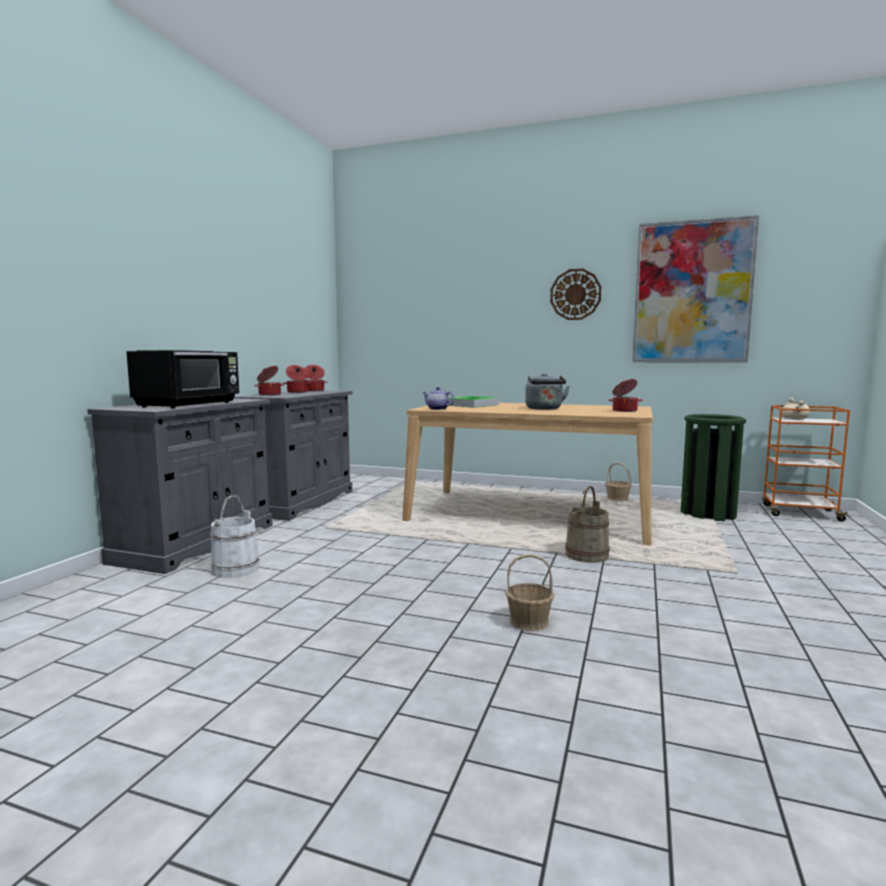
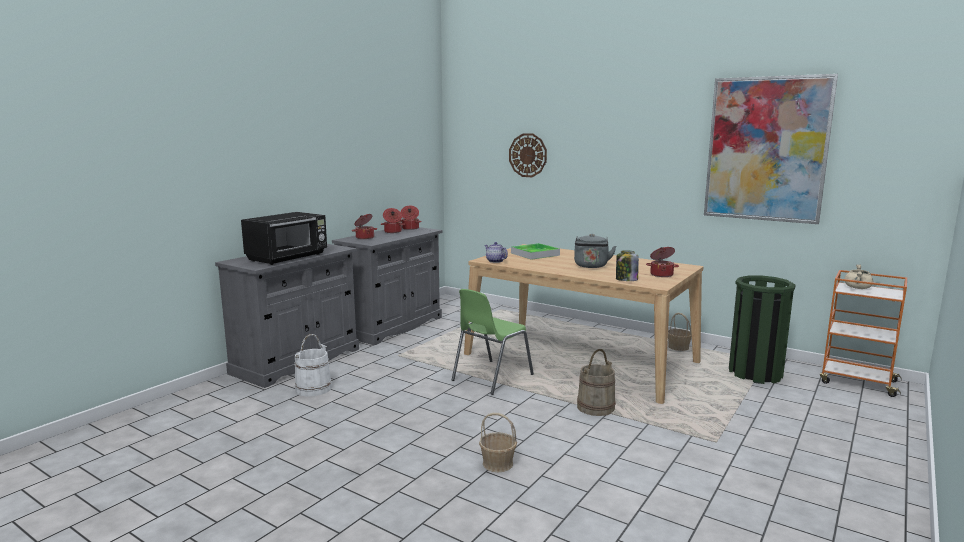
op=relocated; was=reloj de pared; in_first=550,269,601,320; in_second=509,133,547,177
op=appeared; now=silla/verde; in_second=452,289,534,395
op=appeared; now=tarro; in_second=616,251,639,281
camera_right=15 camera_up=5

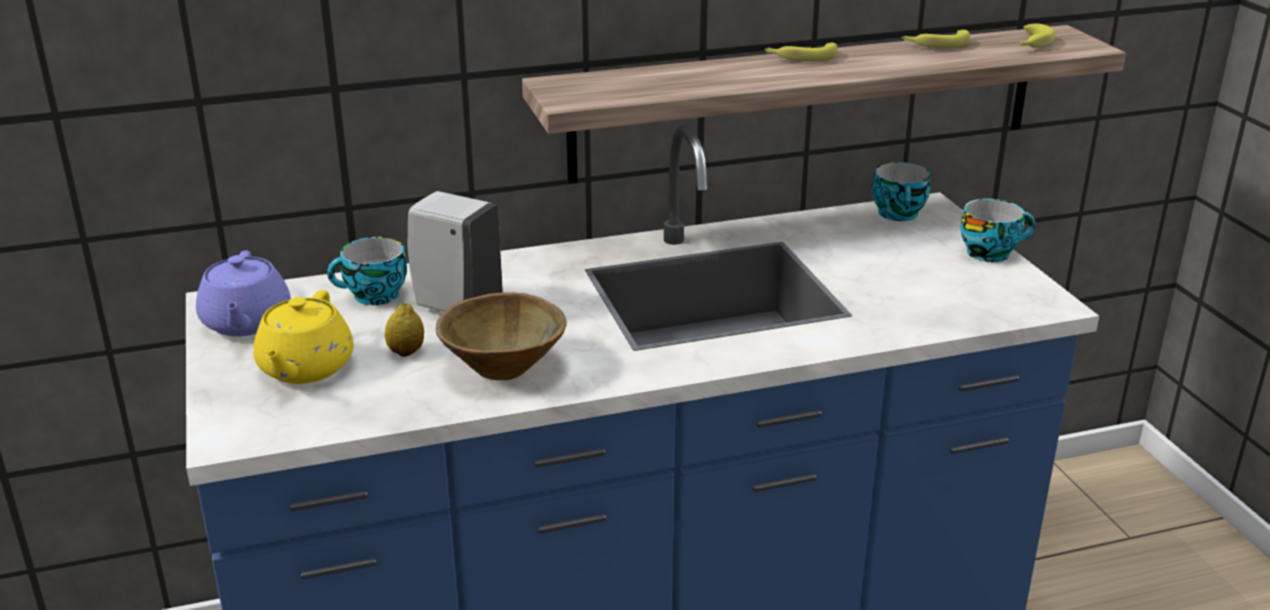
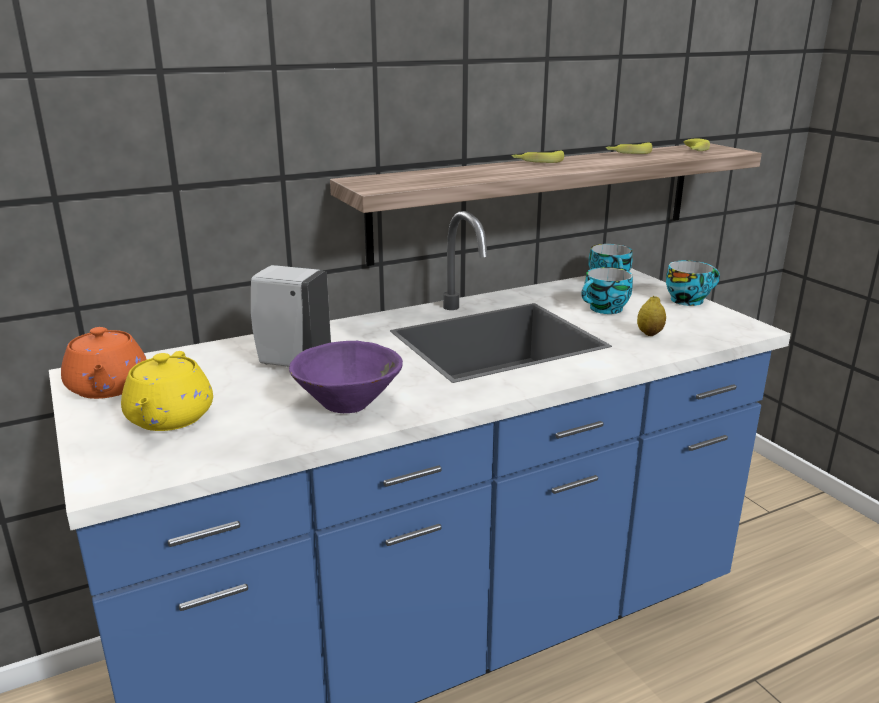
op=colour; was=tetera/morado; now=tetera/naranja; in_first=196,251,291,336; in_second=61,327,147,399
op=relocated; was=taza; in_first=327,237,407,305; in_second=581,267,633,314
op=relocated; was=limón; in_first=385,303,424,357; in_second=637,296,666,336
op=colour; was=cuenco/marrón; now=cuenco/morado; in_first=436,292,567,380; in_second=289,341,403,413
camera_right=-10 camera_up=-5

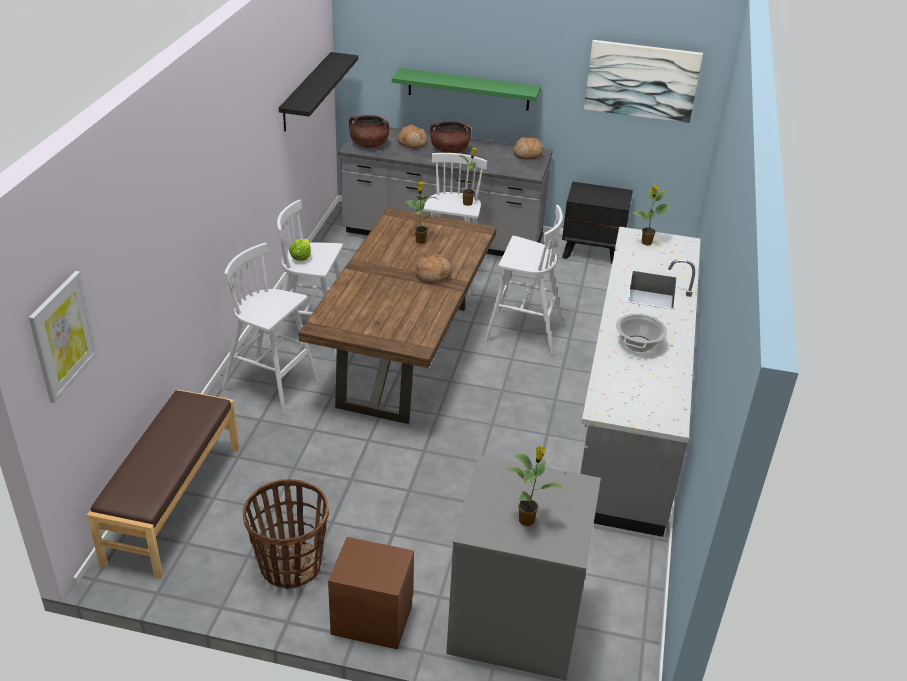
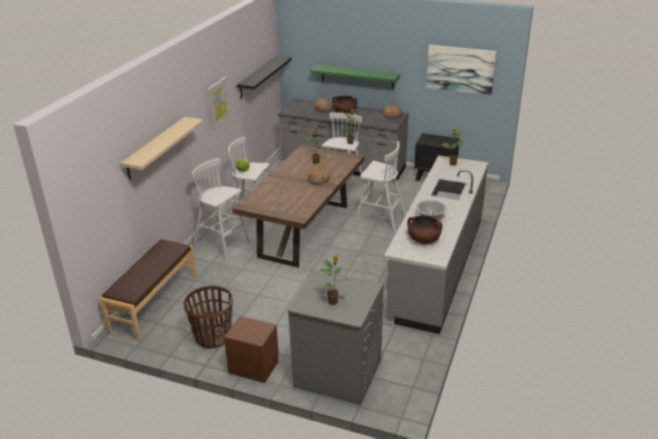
op=relocated; was=cuadro; in_first=29,271,98,403; in_second=207,77,230,130
op=relocated; was=olla/marrón; in_first=349,115,389,148; in_second=407,215,443,244
op=appeared; now=estante/beis; in_second=121,117,203,180
camera_right=10 camera_up=-5

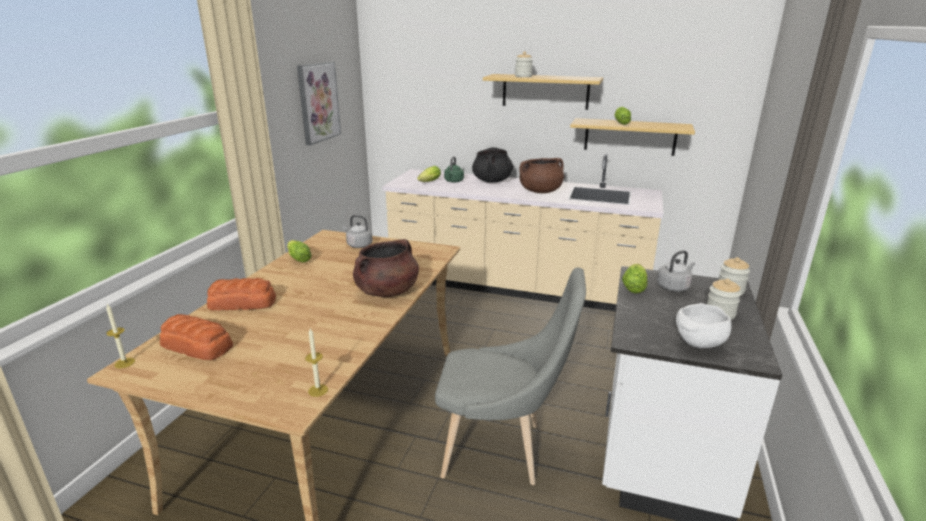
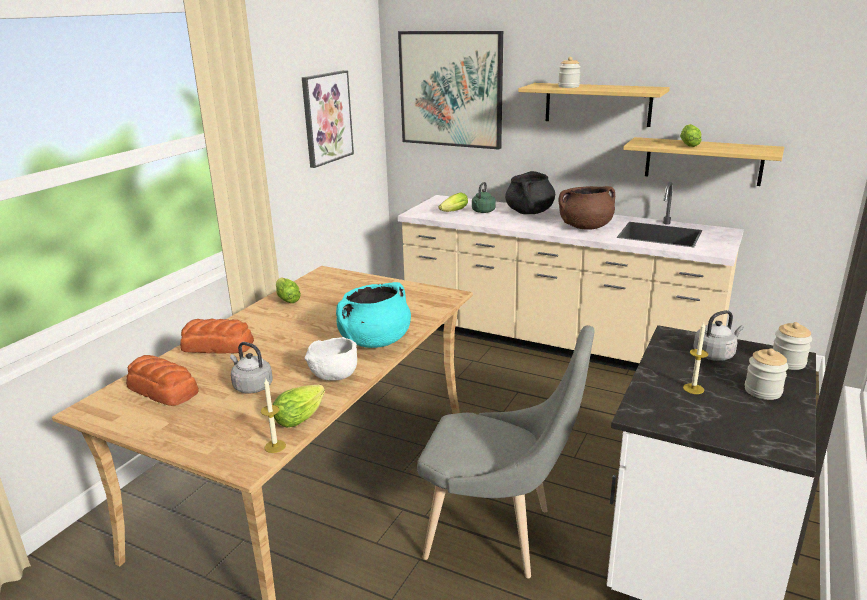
op=relocated; was=vela; in_first=106,304,135,368; in_second=683,322,708,394
op=relocated; was=hervidor/gris; in_first=343,215,373,248; in_second=230,342,273,394
op=colour; was=olla/marrón; now=olla/turquesa; in_first=353,239,419,297; in_second=336,282,411,348
op=relocated; was=lechuga; in_first=622,264,648,293; in_second=273,385,325,427
op=relocated; was=cuenco/blanco; in_first=676,303,731,348; in_second=305,337,357,381
op=appeared; now=cuadro; in_second=398,31,503,150
camera_right=10 camera_up=0

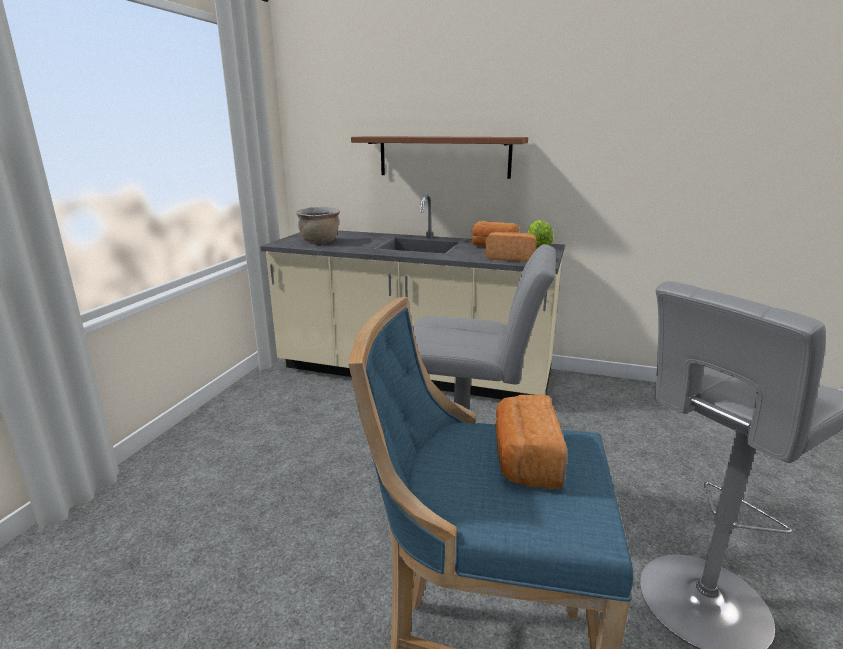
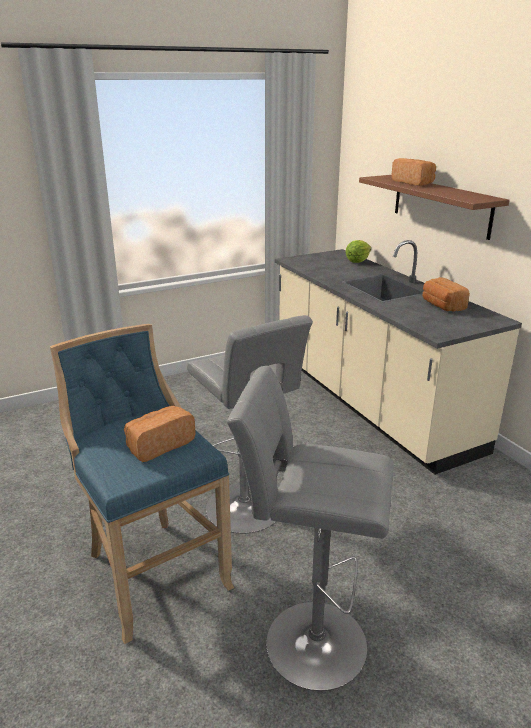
op=missing; was=olla/marrón; in_first=296,207,340,244
op=relocated; was=pan; in_first=485,232,537,262; in_second=391,158,436,186
op=relocated; was=lechuga; in_first=528,220,553,247; in_second=345,240,371,263
camera_right=45 camera_up=5

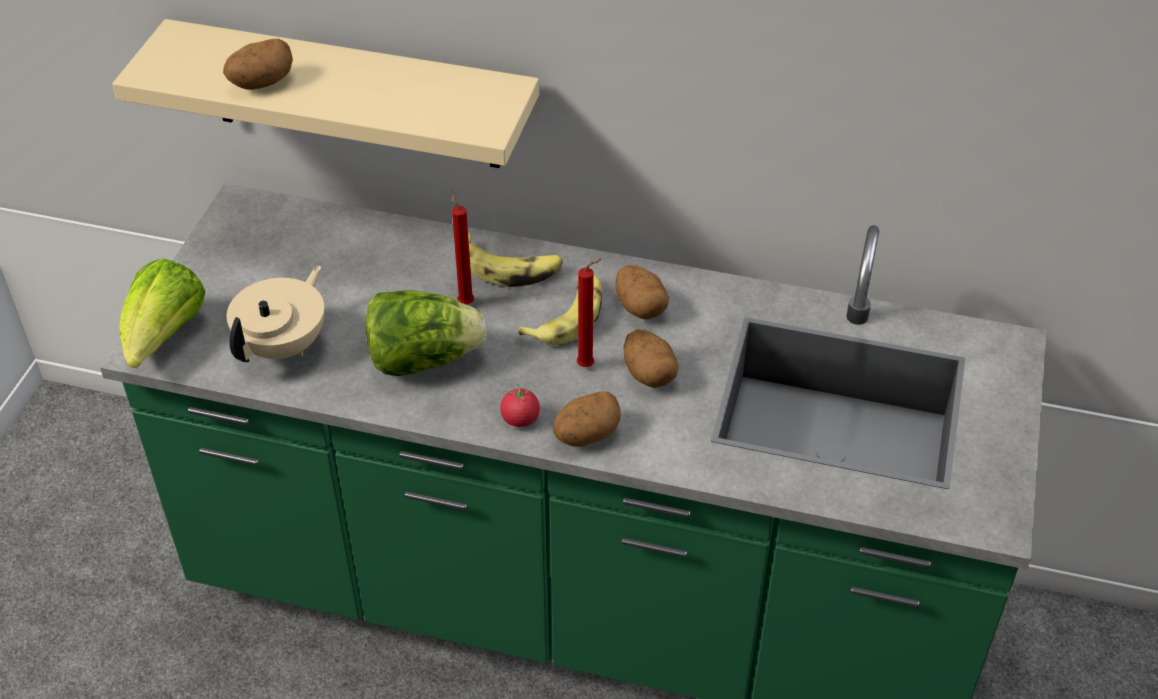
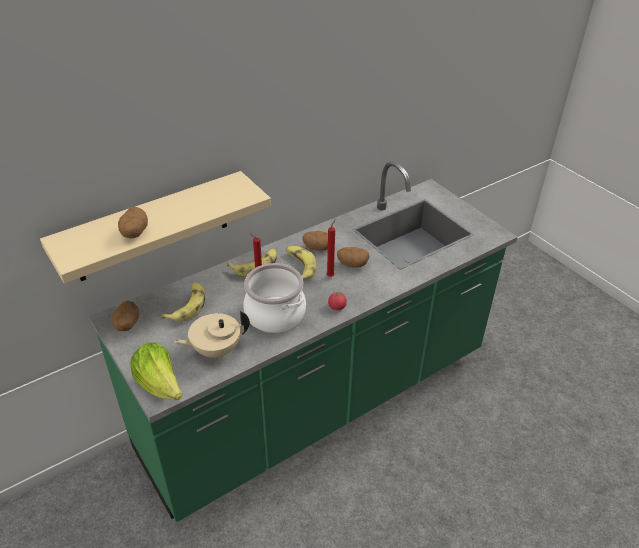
op=spun; was=tetera/beis; in_first=227,265,325,362; in_second=174,311,250,359; clockwise=-90
op=exchanged; was=lechuga; now=olla; in_first=366,290,487,376; in_second=243,263,306,333
op=relocated; was=patata; in_first=553,391,621,447; in_second=112,301,139,331
op=appeared; now=plátano; in_second=162,282,205,322
camera_right=-50 camera_up=-5

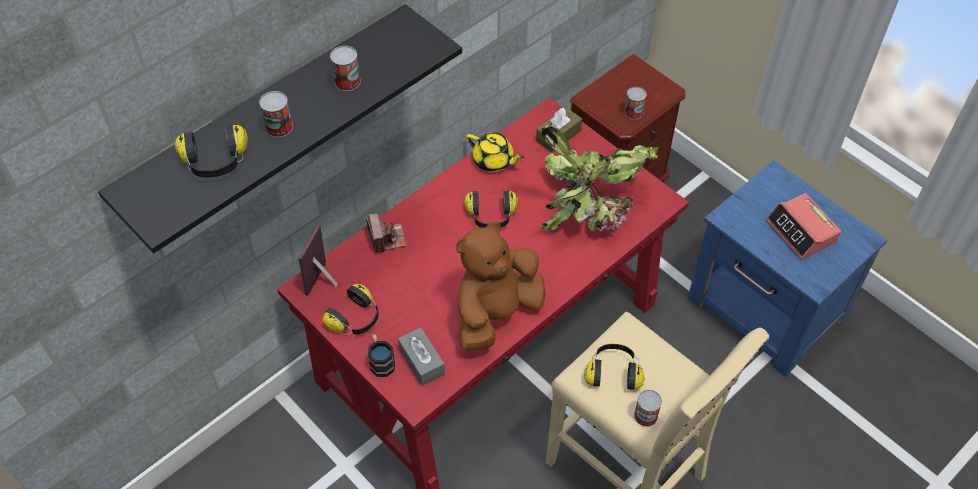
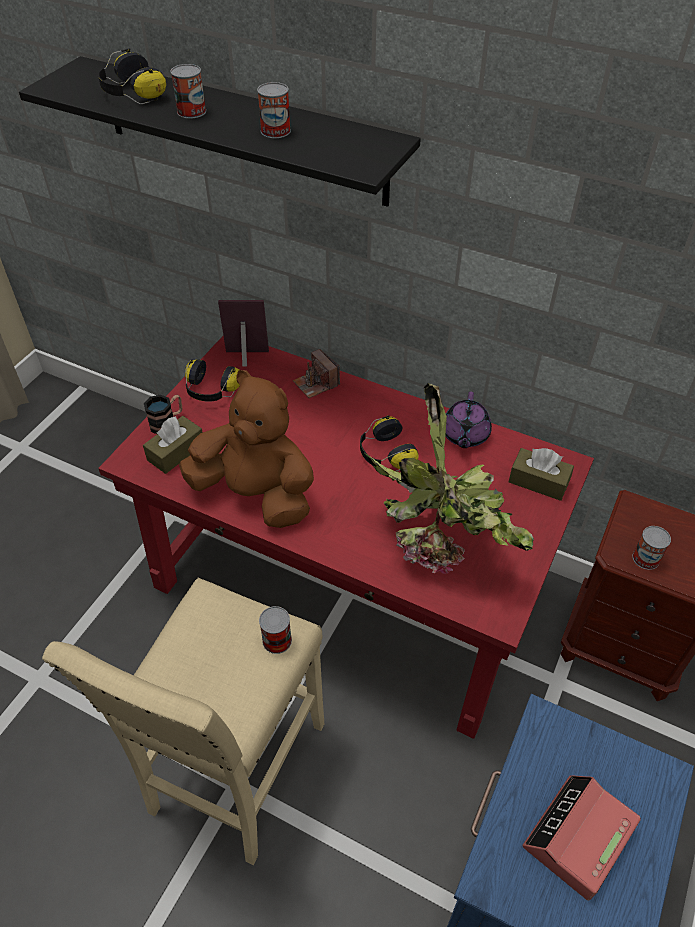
op=spun; was=cámara; in_first=366,213,406,254; in_second=293,349,340,398; clockwise=90
op=colour; was=caja de pañuelos/gris; now=caja de pañuelos/marrón; in_first=398,327,445,386; in_second=143,416,203,474
op=colour; was=tetera/amarillo; now=tetera/morado; in_first=466,132,524,172; in_second=445,392,492,448
op=missing; was=auriculares; in_first=584,344,645,390
op=relocated; was=lata; in_first=634,390,662,427; in_second=259,606,292,654
camera_right=70 camera_up=-5

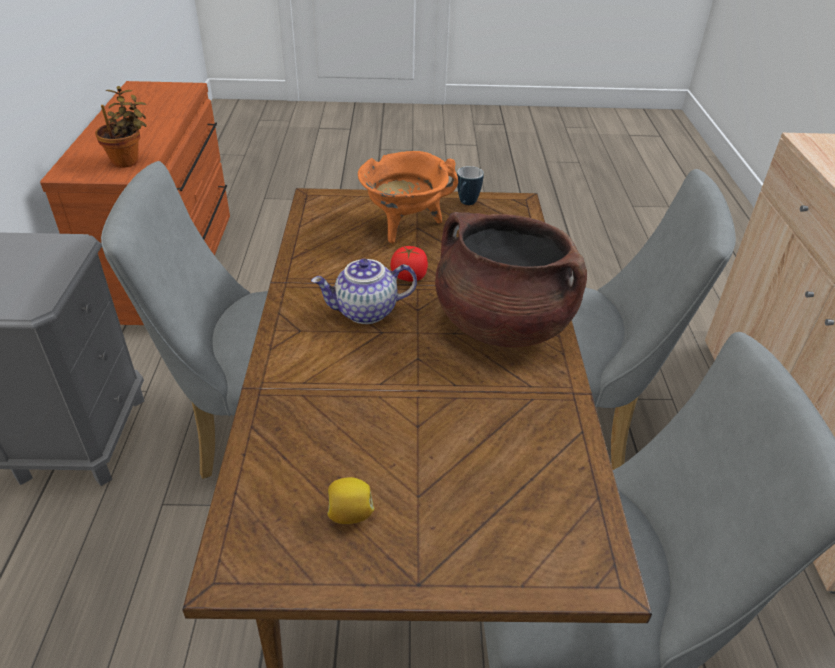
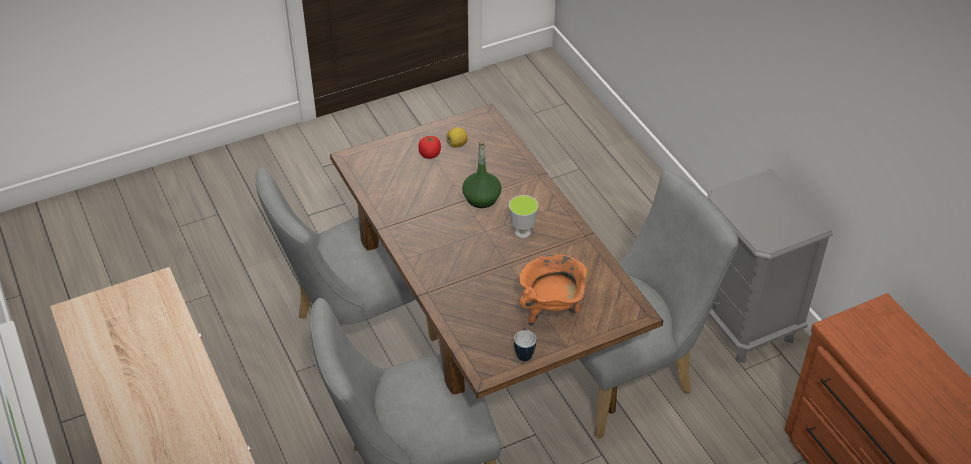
op=missing; was=planta en maceta; in_first=95,86,147,168
op=exchanged; was=tetera; now=taza; in_first=311,259,417,324; in_second=509,195,538,238
op=relocated; was=tomate; in_first=390,246,428,282; in_second=418,136,441,159
op=missing; was=olla/marrón; in_first=435,212,587,348
op=appeared; now=botella/verde; in_second=462,140,502,208
camera_right=155 camera_up=5

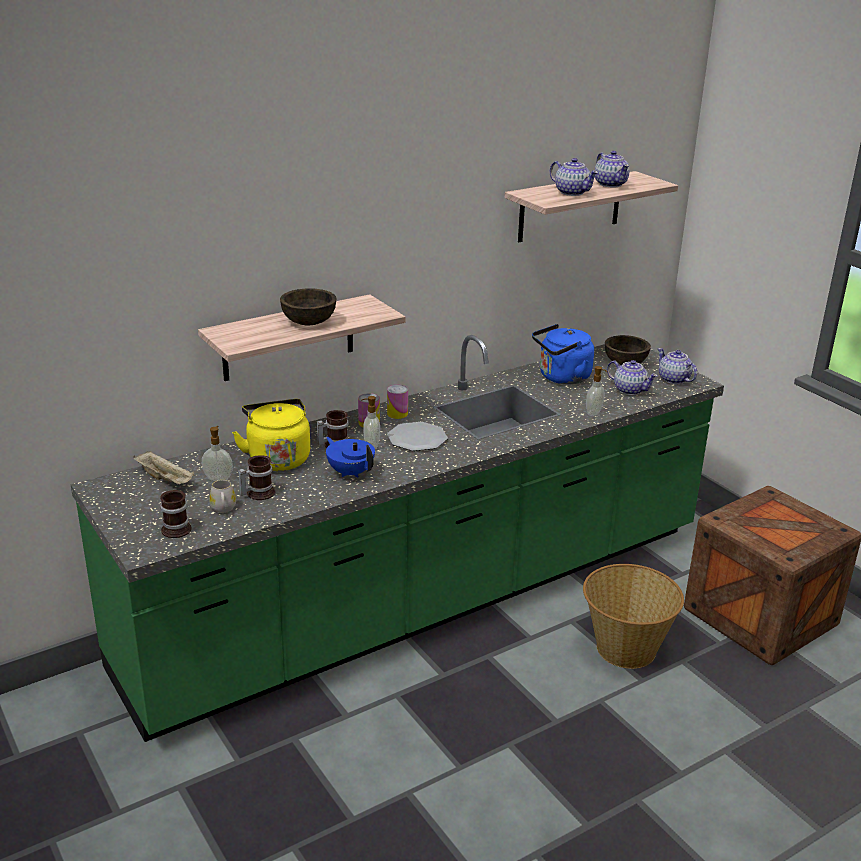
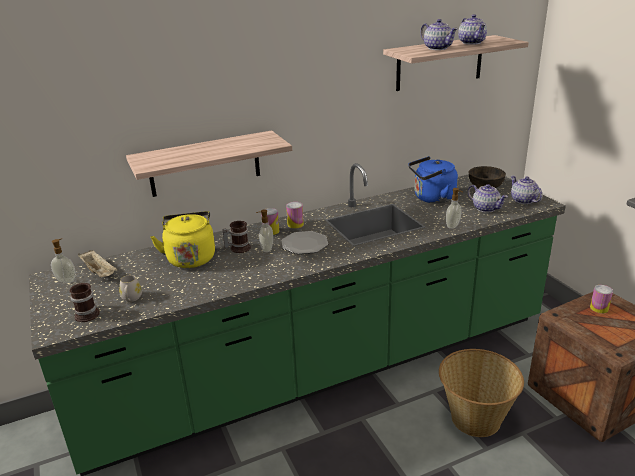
op=relocated; was=dispensador de jabón; in_first=202,426,233,481; in_second=51,239,76,283
op=missing; was=taza grande; in_first=238,455,275,500
op=missing; was=cuenco/marrón; in_first=280,288,336,325
op=missing; was=tetera/azul; in_first=326,437,375,478
op=appeared; now=lata; in_second=590,285,613,313
camera_right=10 camera_up=0

